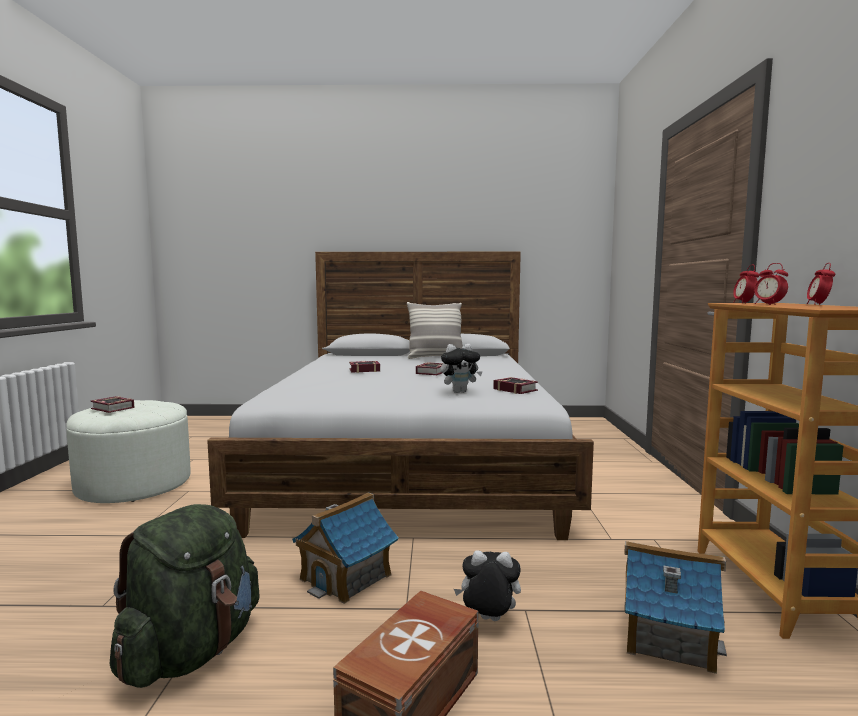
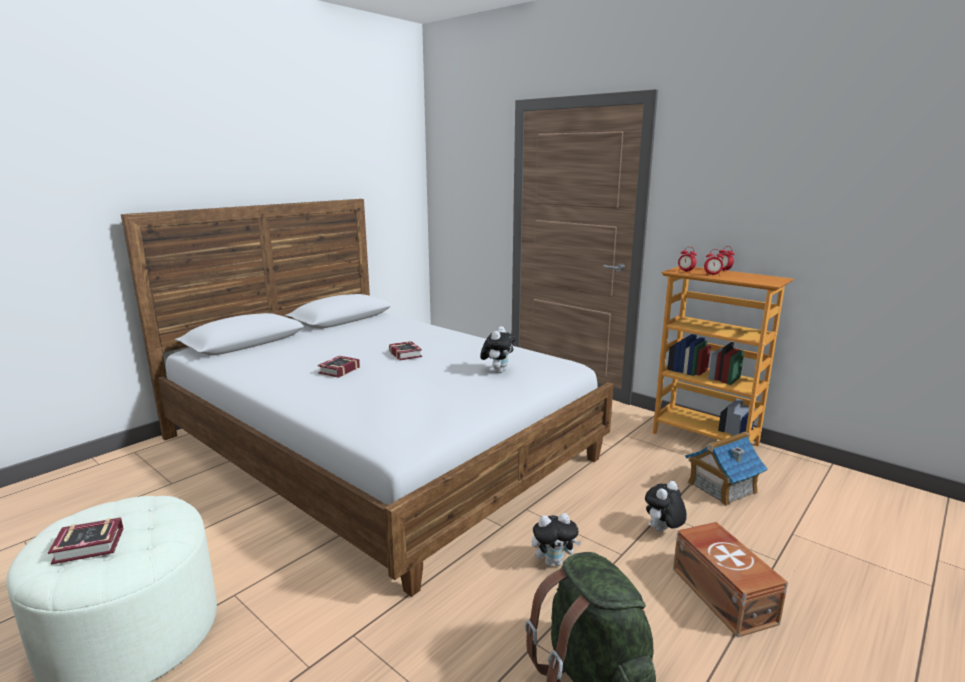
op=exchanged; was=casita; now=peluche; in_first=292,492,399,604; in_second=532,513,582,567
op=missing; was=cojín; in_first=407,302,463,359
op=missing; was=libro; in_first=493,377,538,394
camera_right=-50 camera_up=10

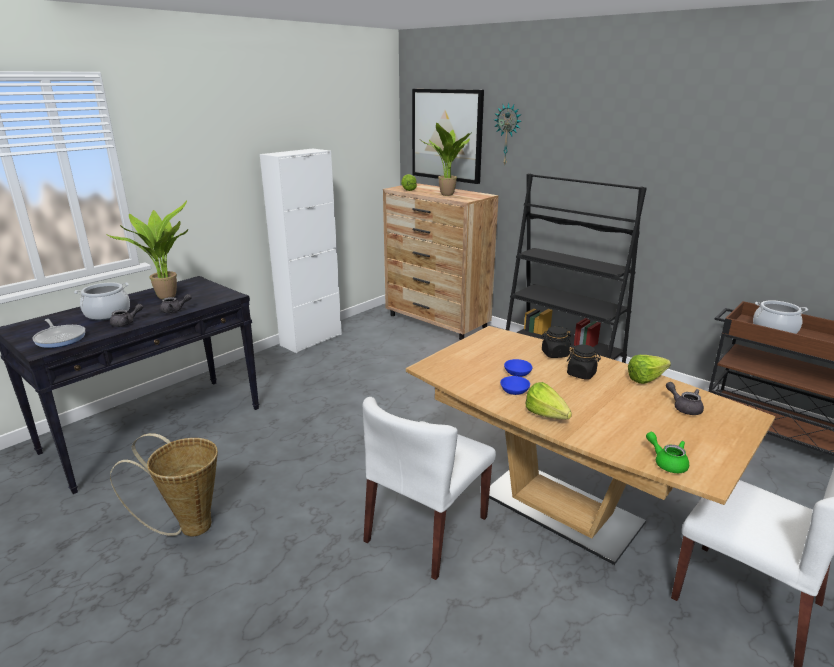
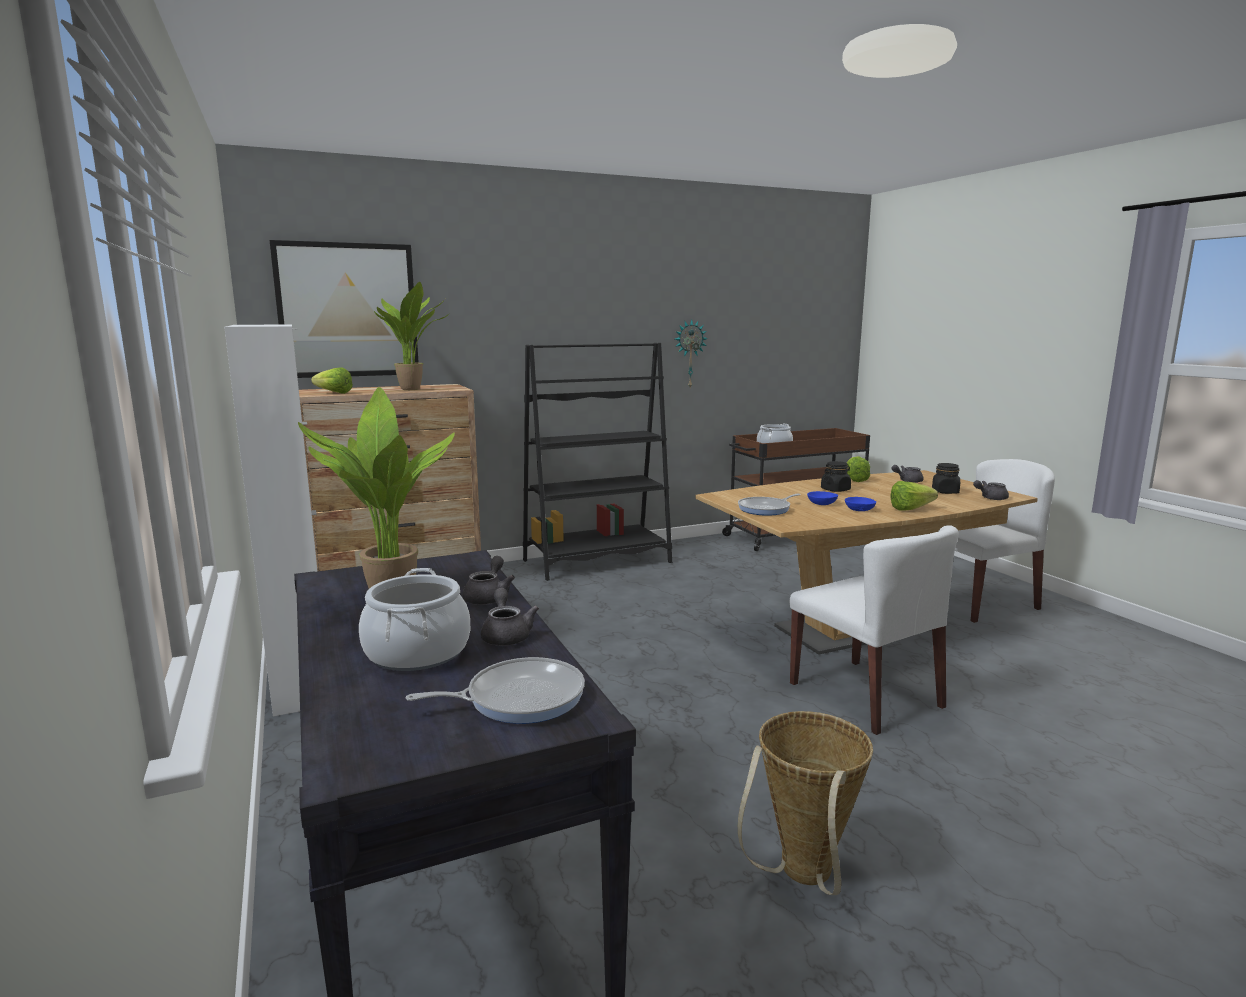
op=relocated; was=reloj de pared; in_first=494,103,522,165; in_second=675,319,708,388
op=relocated; was=tarro/negro; in_first=541,326,571,358; in_second=932,463,960,494
op=colour; was=tetera/verde; now=tetera/gris; in_first=646,432,689,473; in_second=973,480,1009,500
op=appeared; now=sartén; in_second=738,494,801,516
camera_right=-65 camera_up=-10

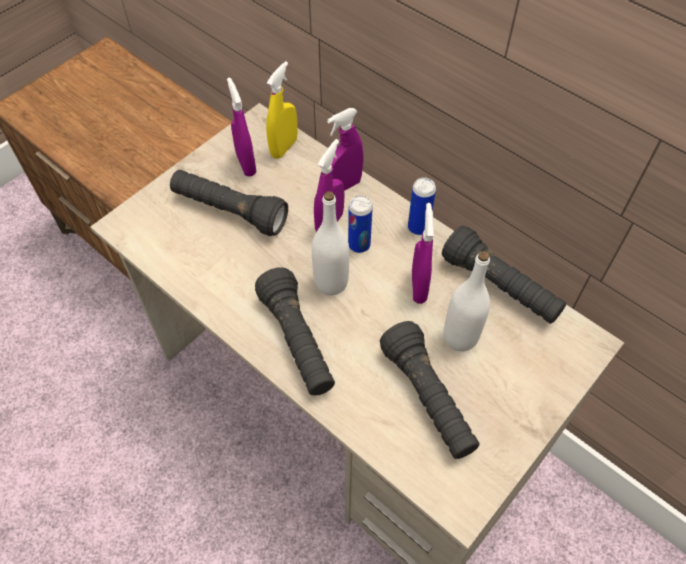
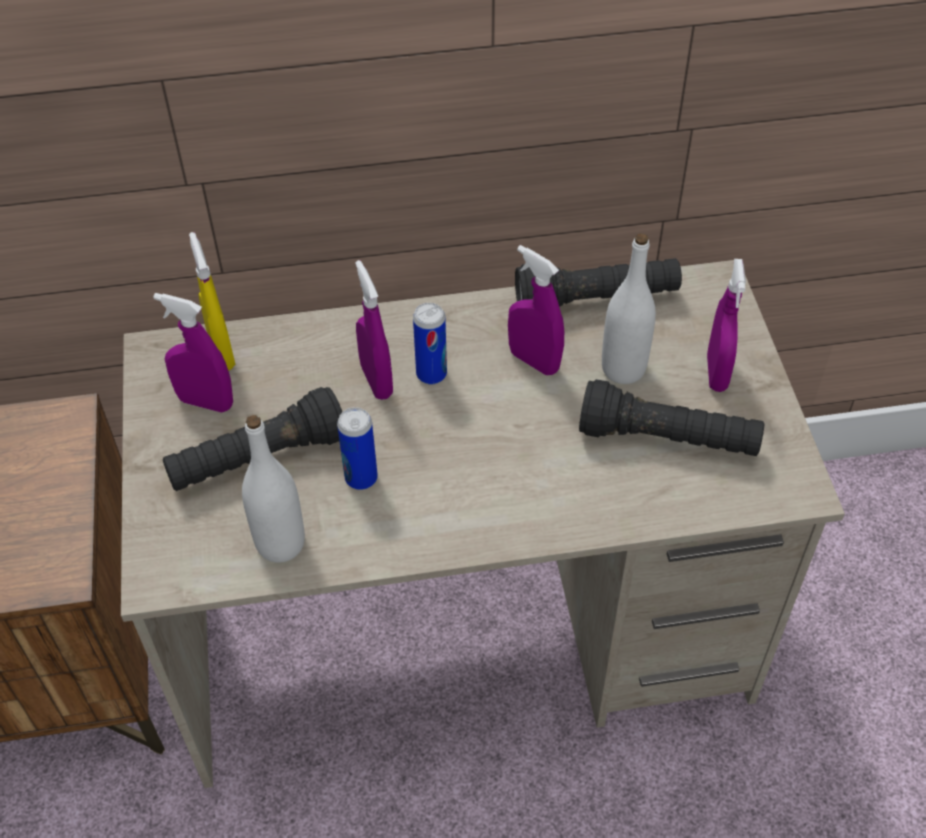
op=missing; was=linterna/negro; in_first=255,267,335,395
op=relocated; was=botella/blanco; in_first=312,191,349,295; in_second=242,415,305,563
op=relocated; was=pulverizador/morado; in_first=327,108,364,191; in_second=707,259,746,392
op=relocated; was=lata; in_first=408,178,436,235; in_second=337,407,378,490
camera_right=-50 camera_up=-5

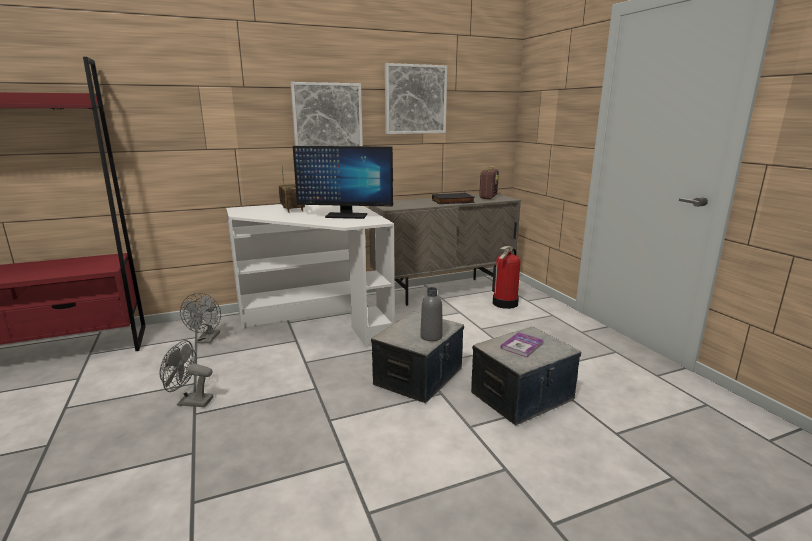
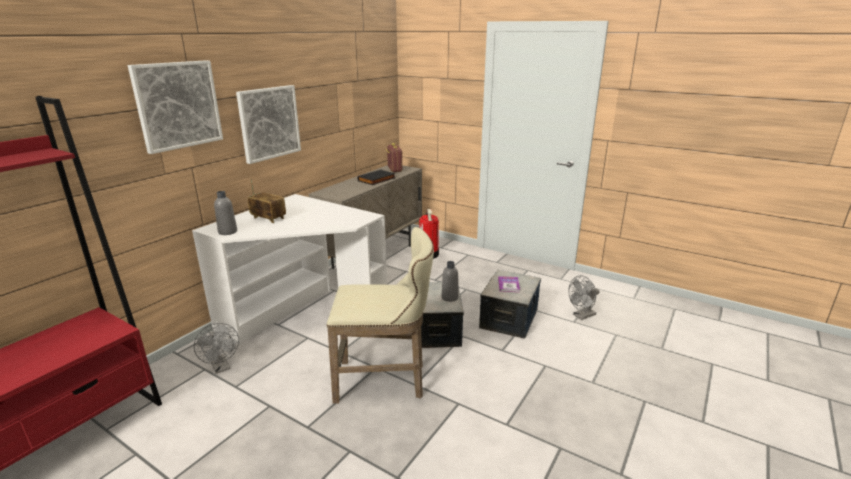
op=relocated; was=ventilador/gris; in_first=159,340,213,407; in_second=569,275,600,320
op=missing; was=monitor; in_first=293,146,393,219
op=relocated; was=cuadro; in_first=385,63,447,134; in_second=128,60,223,154
op=appeared; now=botella/gris; in_second=214,191,237,235
op=appeared; now=taburete/beis; in_second=326,227,434,403
camera_right=-35 camera_up=5

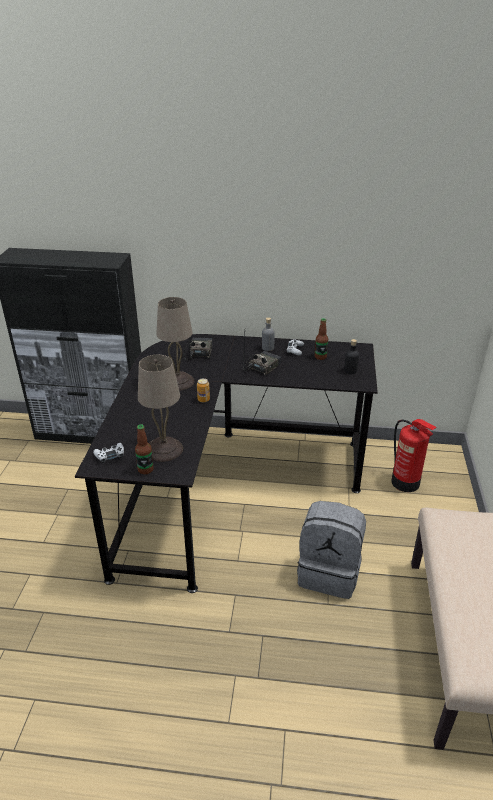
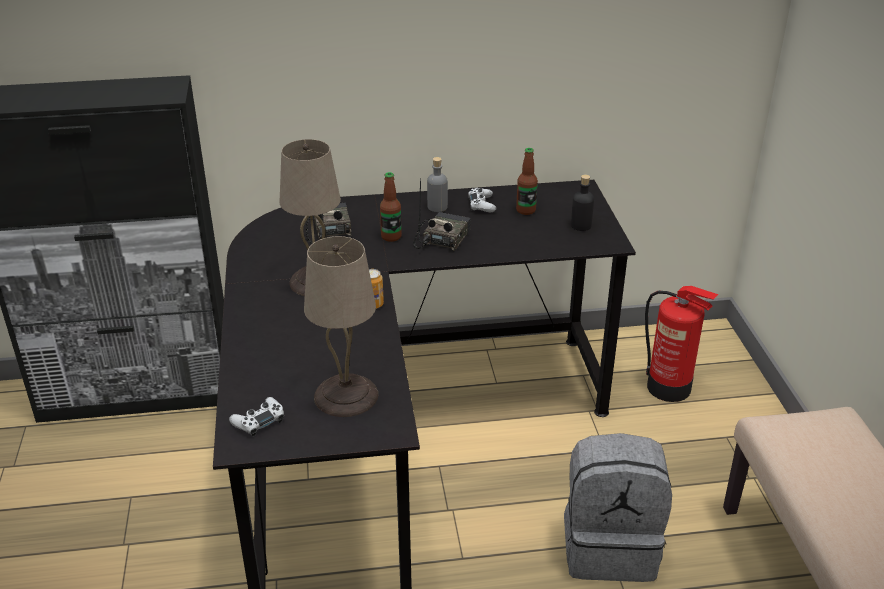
op=relocated; was=botella; in_first=135,424,154,474; in_second=380,172,402,242
camera_right=-15 camera_up=0

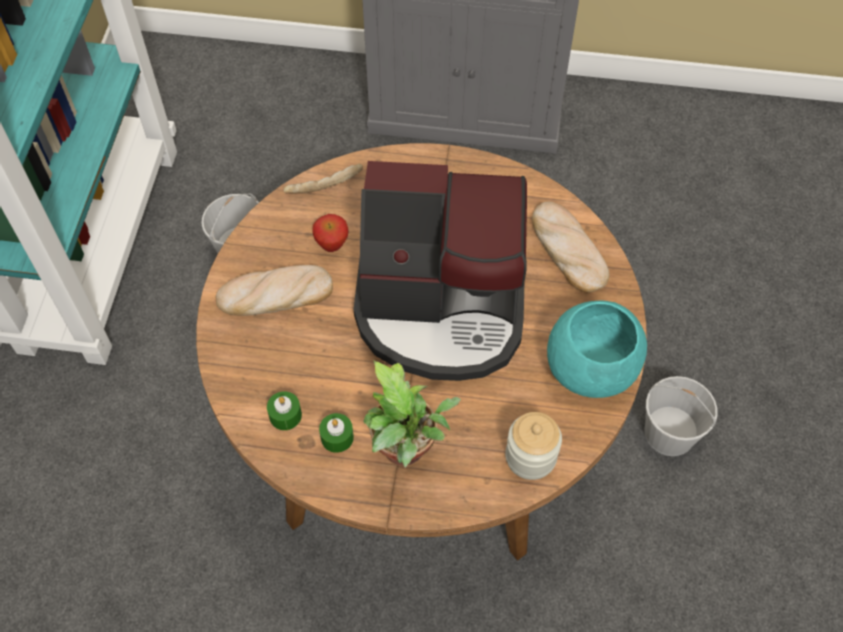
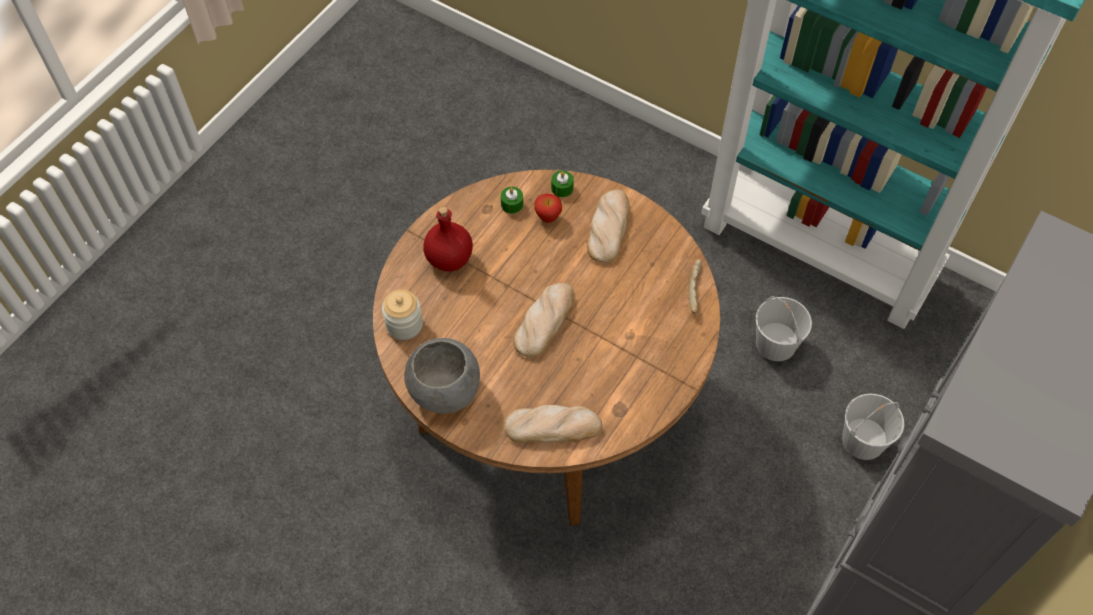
op=relocated; was=manzana; in_first=312,214,349,252; in_second=534,194,562,223
op=relocated; was=vela/verde; in_first=319,413,354,453; in_second=551,170,574,197
op=exchanged; was=cafetera; now=pan; in_first=354,161,527,381; in_second=513,283,575,358
op=exchanged; was=planta en maceta; now=botella/rojo; in_first=363,360,461,467; in_second=423,206,473,272
op=colour; was=cuenco/turquesa; now=cuenco/gris; in_first=547,300,647,398; in_second=404,338,480,414
op=relocated; was=cubo/blanco; in_first=644,376,718,456; in_second=842,393,904,460
camera_right=115 camera_up=0

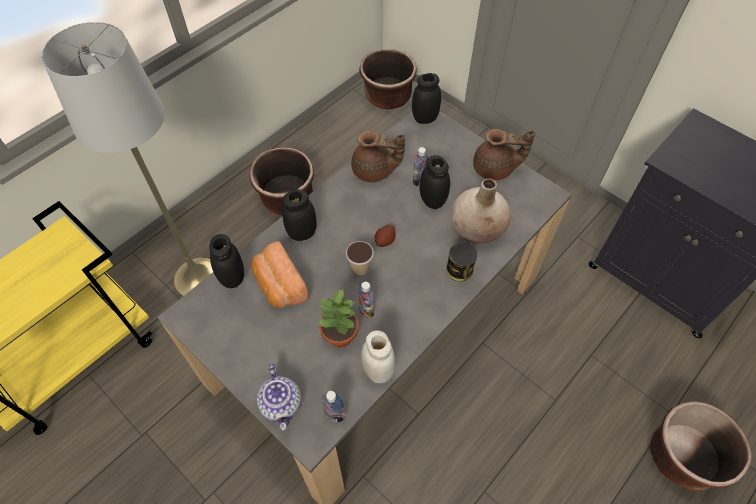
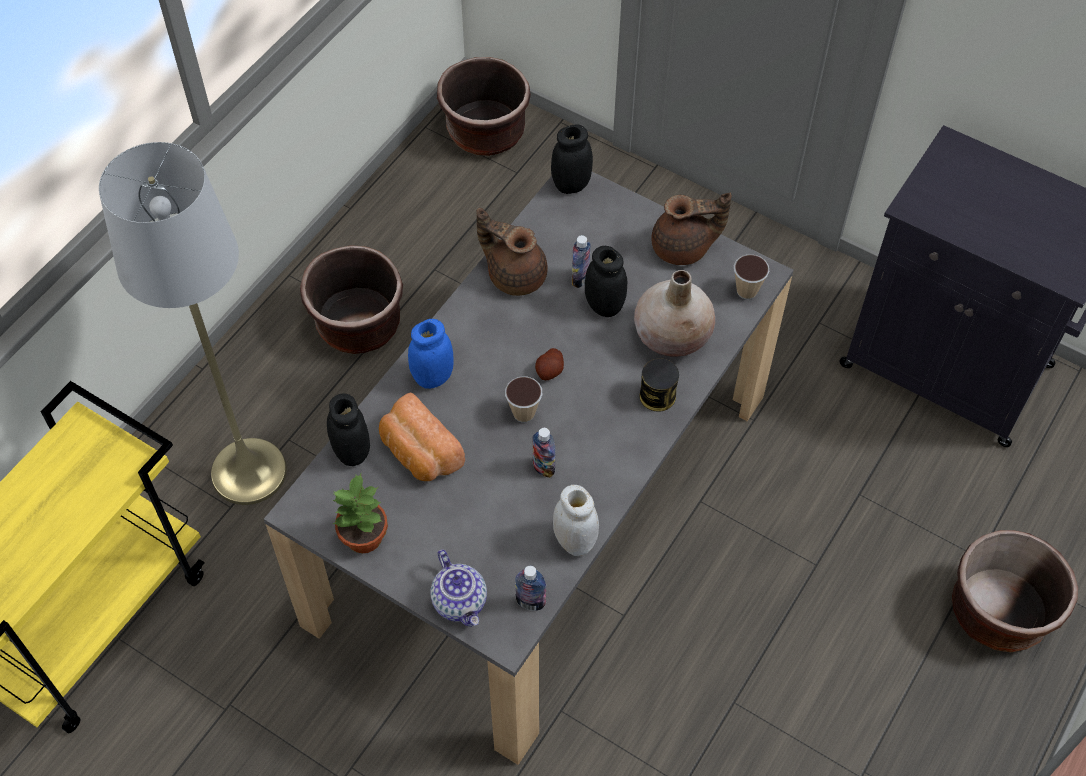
op=colour; was=tarro/negro; now=tarro/azul; in_first=282,189,317,241; in_second=408,319,453,389
op=relocated; was=planta en maceta; in_first=318,290,359,348; in_second=332,474,388,553
op=spun; was=tetera/marrón; in_first=351,131,405,182; in_second=476,208,548,296; clockwise=-150
op=appeared; now=taza; in_second=734,254,769,299
camera_right=-10 camera_up=0

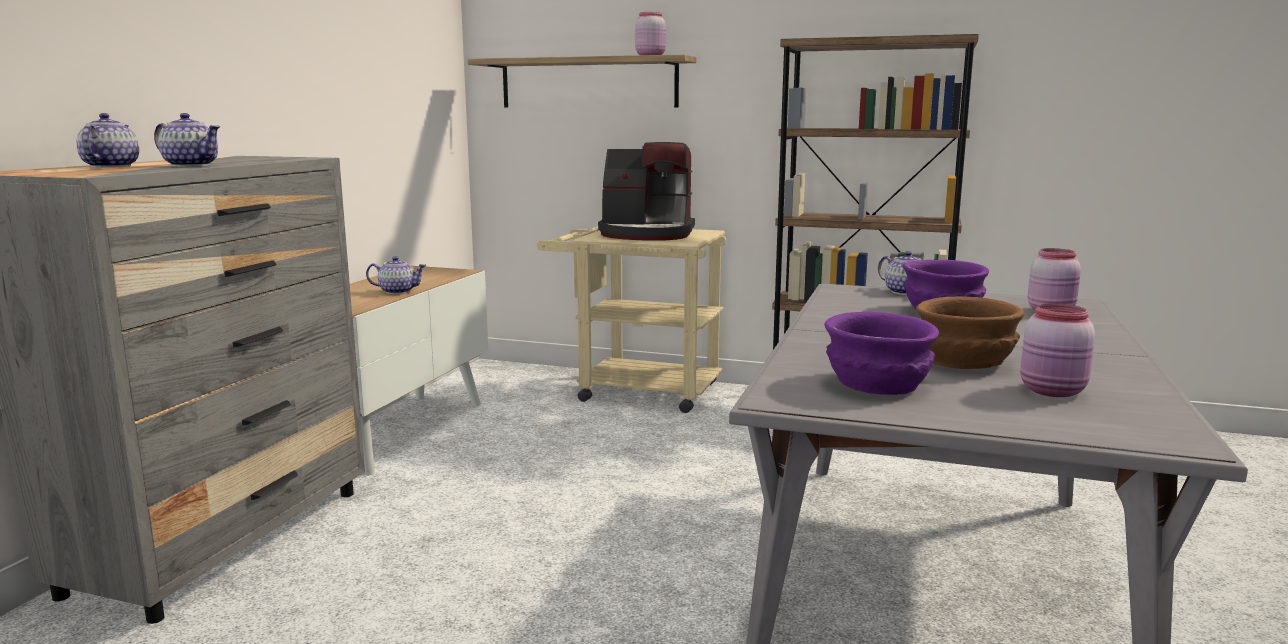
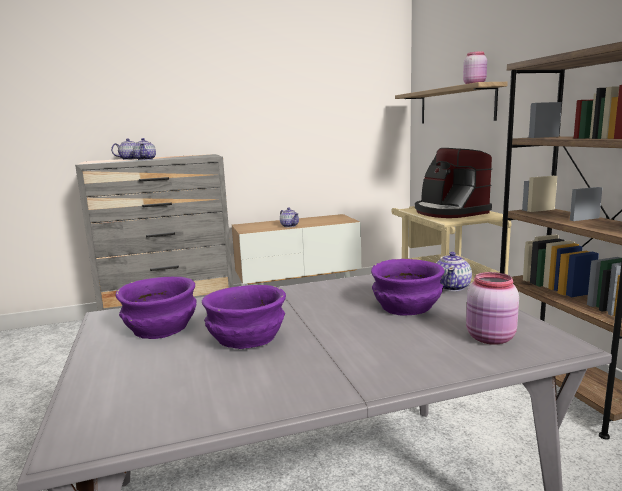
op=colour; was=cuenco/marrón; now=cuenco/morado; in_first=916,296,1024,369; in_second=202,285,286,349
op=missing; was=tarro/rosa; in_first=1020,303,1095,397
camera_right=55 camera_up=0

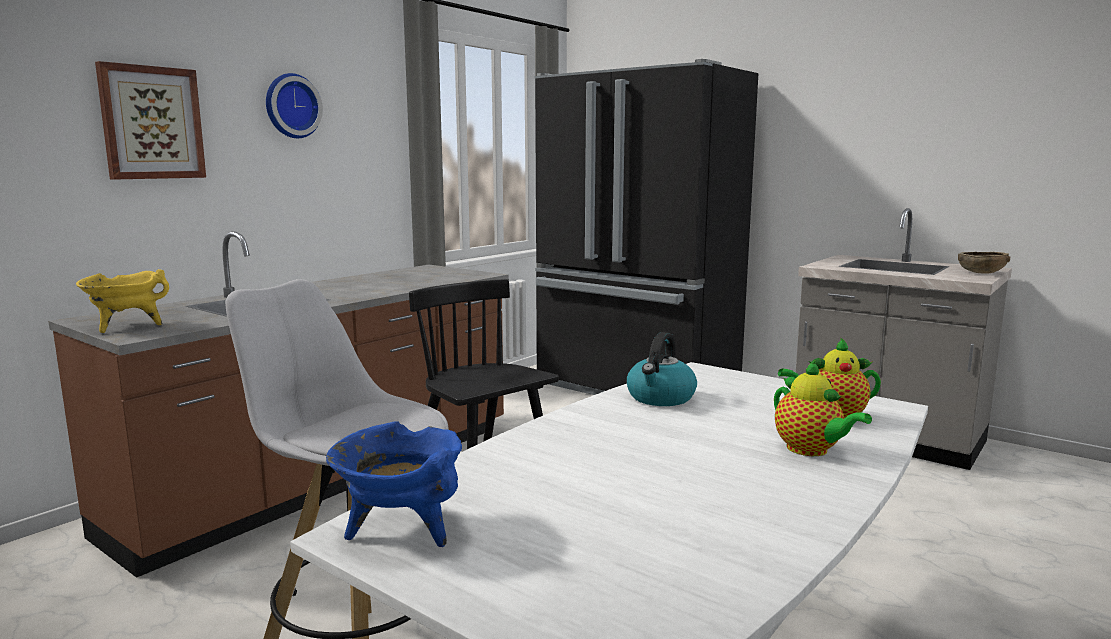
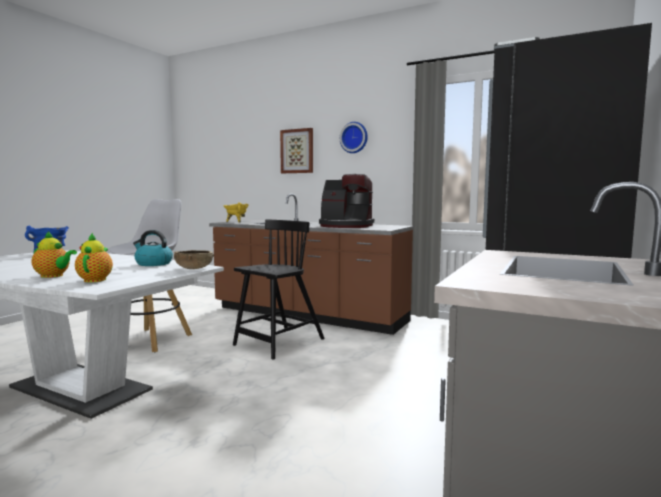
op=spun; was=tetera; in_first=774,361,872,456; in_second=32,231,77,278; clockwise=-120
op=relocated; was=cuenco/marrón; in_first=958,252,1010,274; in_second=174,250,214,269
op=appeared; now=cafetera; in_second=319,174,374,228
camera_right=80 camera_up=-5

